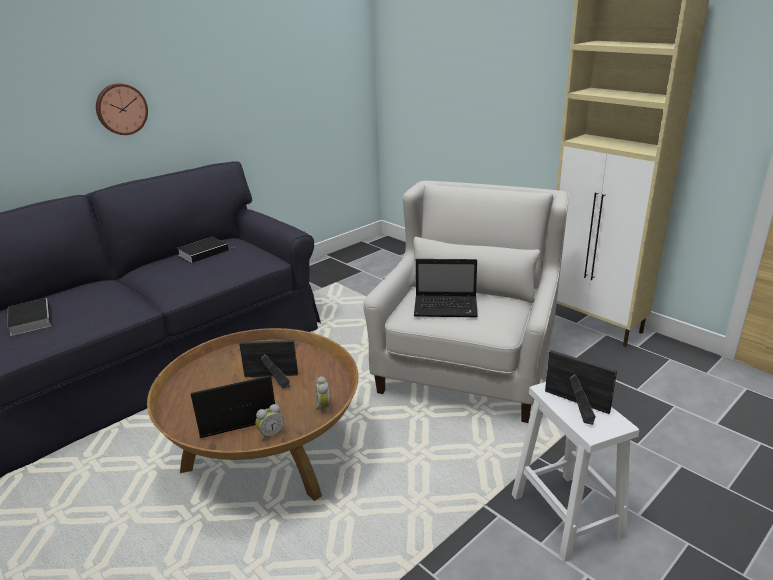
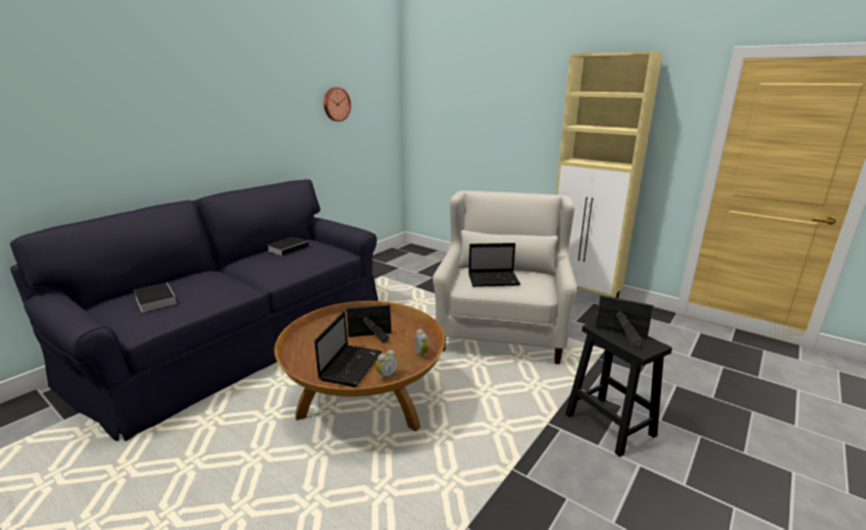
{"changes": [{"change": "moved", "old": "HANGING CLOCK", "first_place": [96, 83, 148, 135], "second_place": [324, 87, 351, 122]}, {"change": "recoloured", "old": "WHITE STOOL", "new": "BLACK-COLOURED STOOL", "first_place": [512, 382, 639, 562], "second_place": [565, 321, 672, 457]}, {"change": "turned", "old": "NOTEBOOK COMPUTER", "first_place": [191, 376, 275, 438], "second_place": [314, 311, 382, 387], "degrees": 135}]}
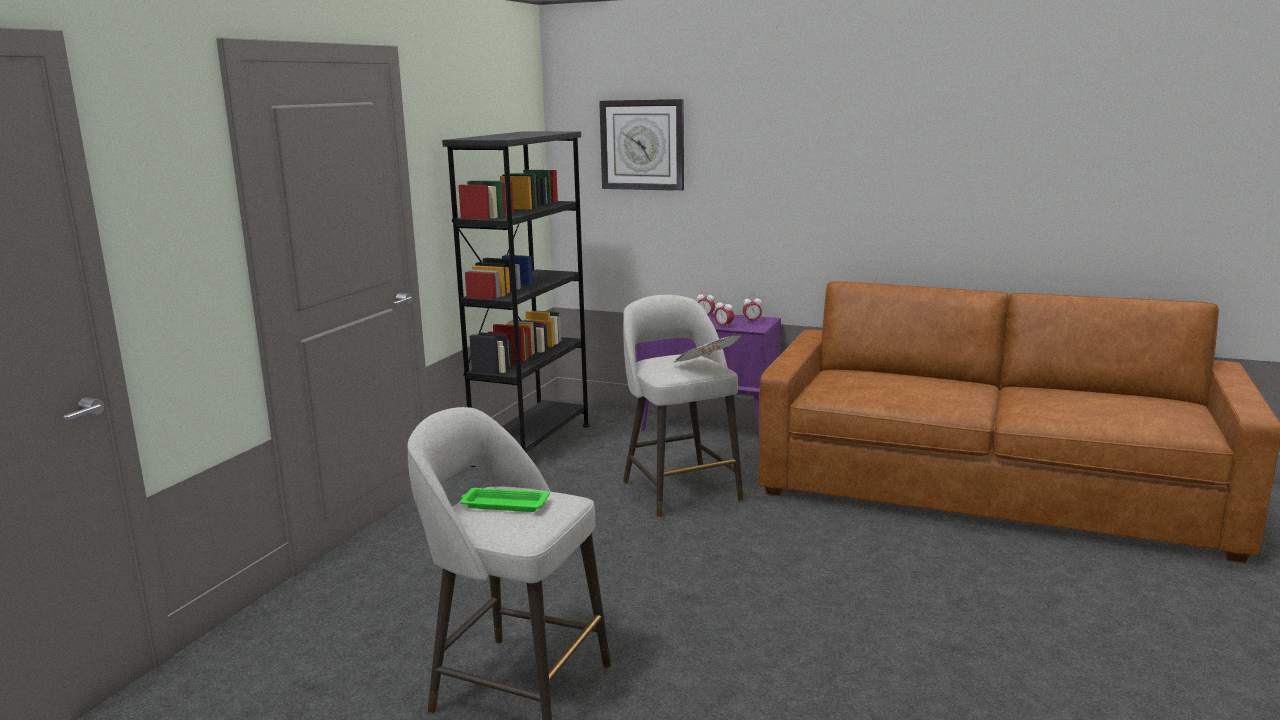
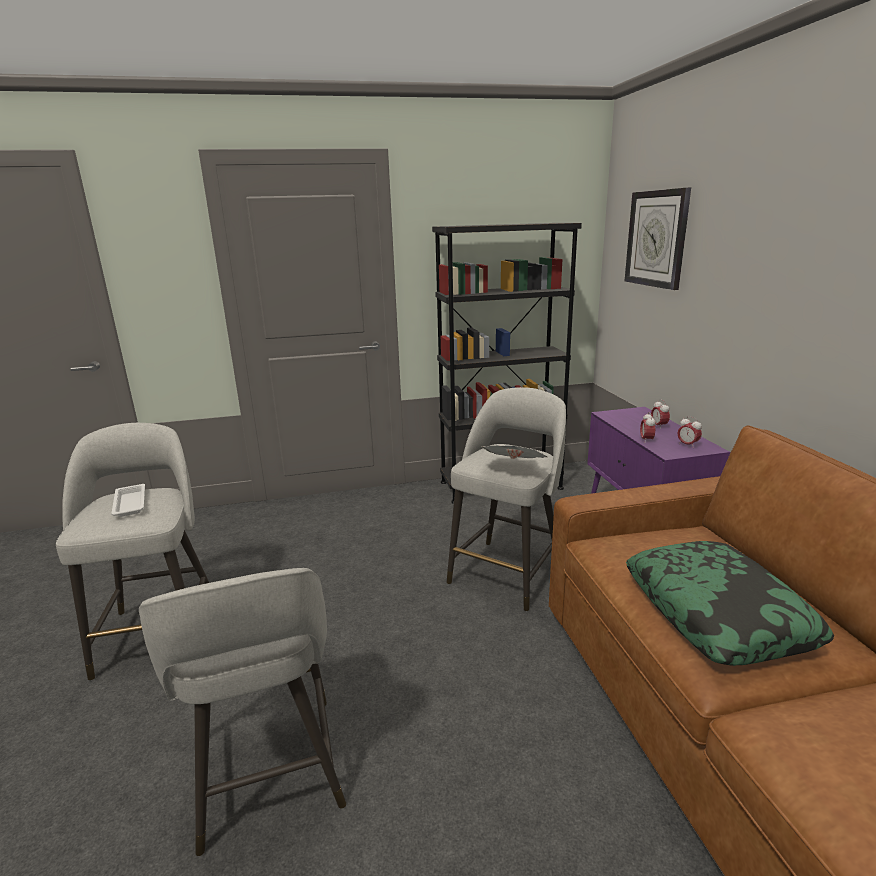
{"changes": [{"change": "added", "new": "GREYISH STOOL", "second_place": [139, 568, 346, 856]}, {"change": "added", "new": "CUSHION", "second_place": [626, 541, 834, 666]}, {"change": "recoloured", "old": "GREEN-COLOURED CARRYING TRAY", "new": "WHITE CARRYING TRAY", "first_place": [460, 488, 550, 512], "second_place": [111, 484, 145, 517]}]}
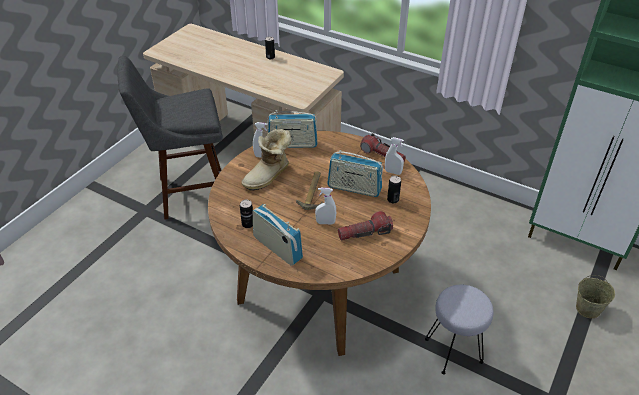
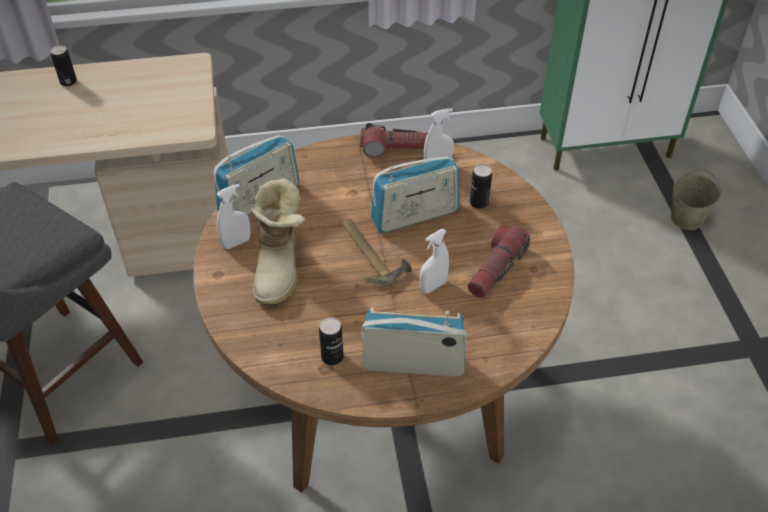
{"changes": [{"change": "removed", "old": "GREYISH STOOL", "first_place": [425, 285, 494, 375]}]}
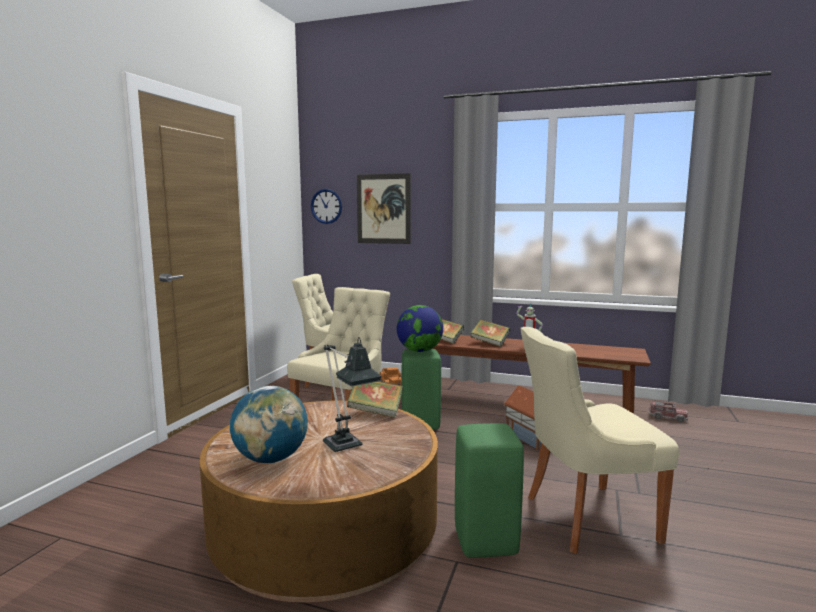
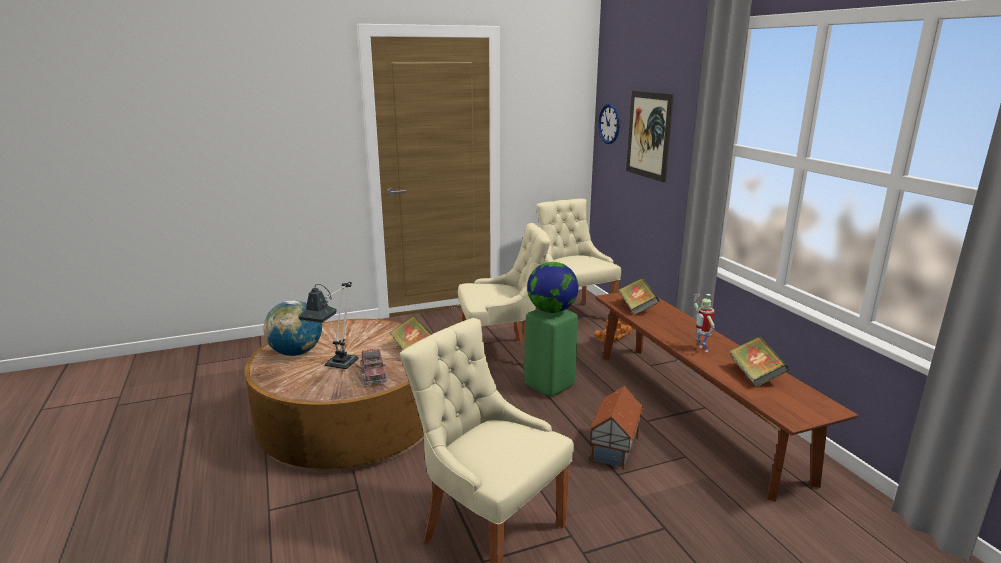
{"changes": [{"change": "removed", "old": "GREEN-COLOURED STOOL", "first_place": [455, 423, 524, 558]}, {"change": "moved", "old": "BOUND BOOK", "first_place": [471, 319, 510, 347], "second_place": [729, 336, 789, 387]}, {"change": "moved", "old": "MODEL TRUCK", "first_place": [648, 400, 688, 422], "second_place": [360, 348, 387, 385]}]}
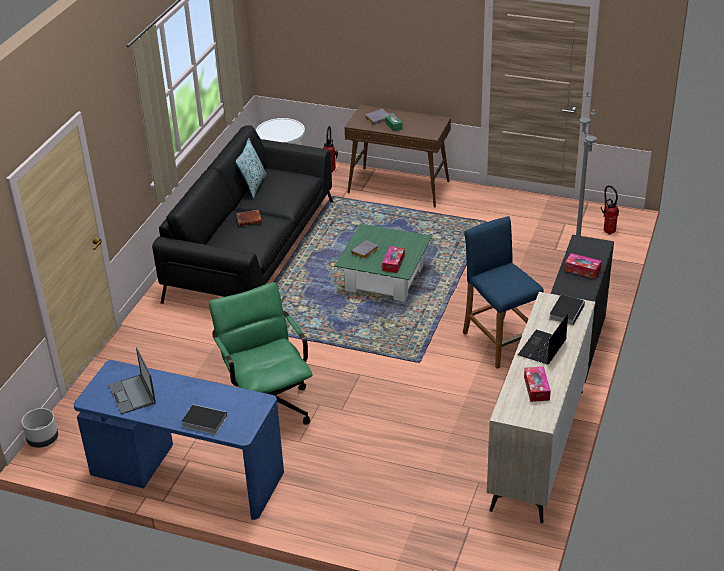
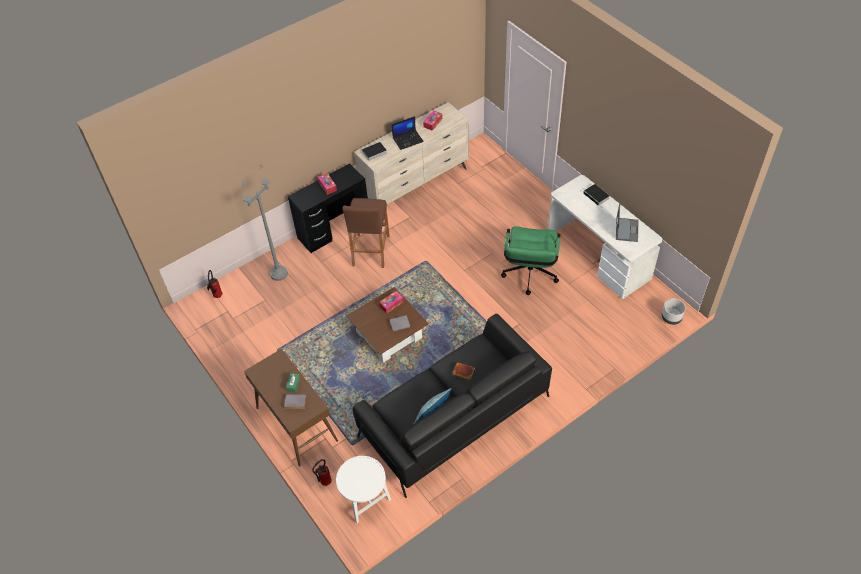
{"changes": [{"change": "recoloured", "old": "BLUE-COLOURED DESK", "new": "WHITE DESK", "first_place": [74, 360, 284, 520], "second_place": [548, 175, 662, 299]}, {"change": "recoloured", "old": "GREEN-COLOURED LOW TABLE", "new": "BROWN-COLOURED LOW TABLE", "first_place": [334, 224, 432, 302], "second_place": [346, 287, 429, 363]}, {"change": "recoloured", "old": "BLUE-COLOURED STOOL", "new": "BROWN-COLOURED STOOL", "first_place": [463, 216, 544, 369], "second_place": [343, 198, 390, 268]}]}
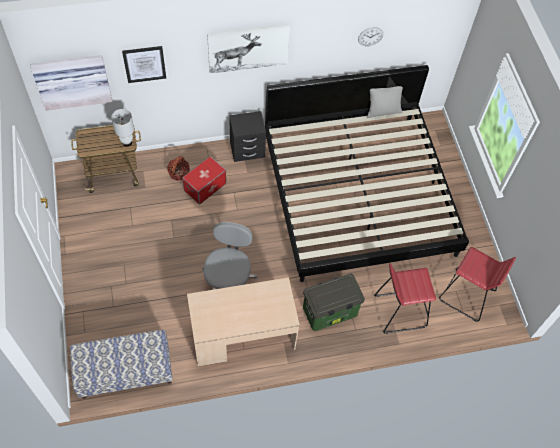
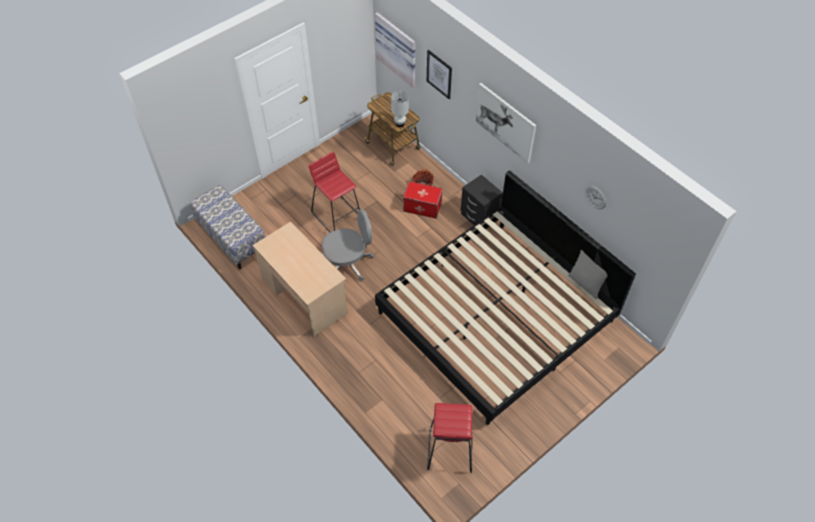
{"changes": [{"change": "removed", "old": "STORAGE BOX", "first_place": [303, 273, 365, 331]}, {"change": "moved", "old": "REDDISH STOOL", "first_place": [374, 263, 436, 334], "second_place": [309, 152, 360, 232]}]}
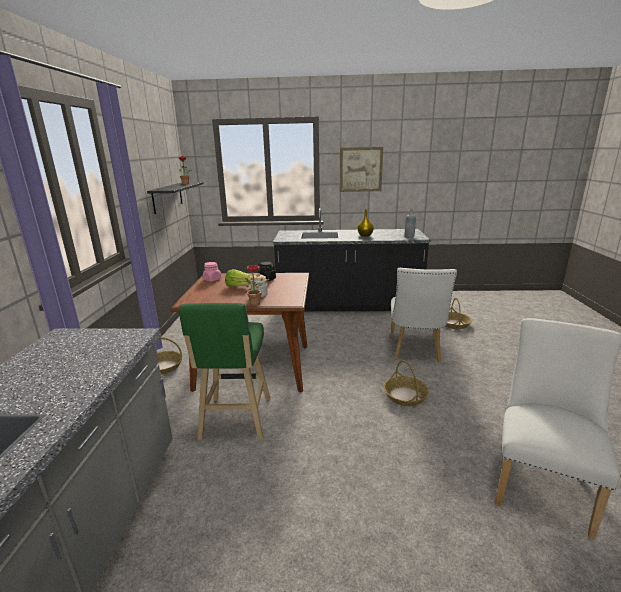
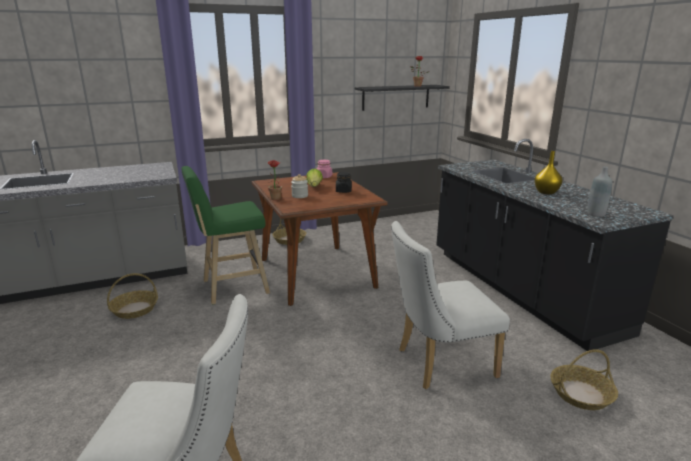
{"changes": [{"change": "removed", "old": "WALL PICTURE", "first_place": [340, 147, 383, 192]}, {"change": "moved", "old": "HOUSEHOLD BASKET", "first_place": [383, 360, 429, 406], "second_place": [107, 273, 158, 319]}]}
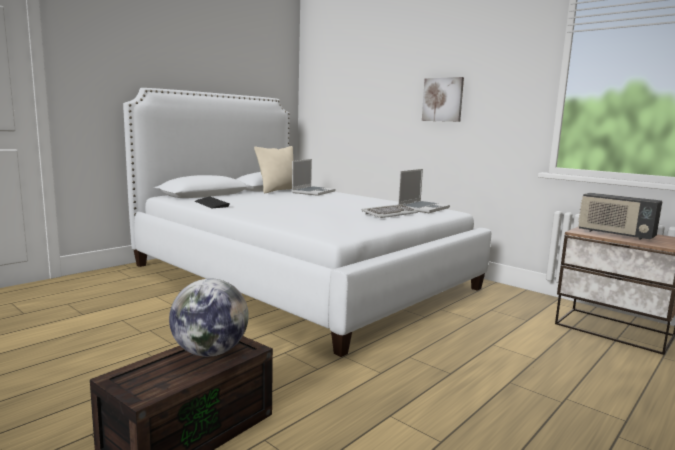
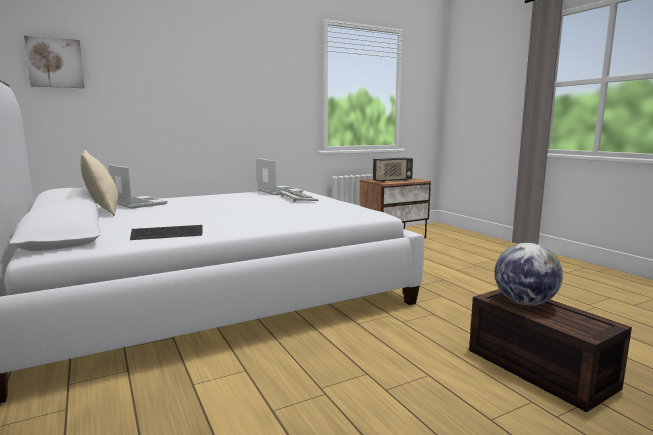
{"changes": [{"change": "moved", "old": "WALL PICTURE", "first_place": [422, 77, 464, 122], "second_place": [24, 36, 85, 88]}]}
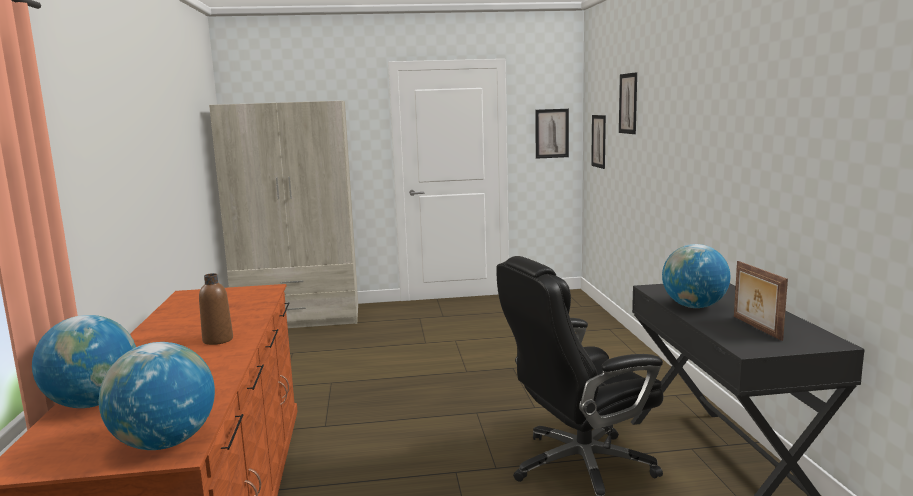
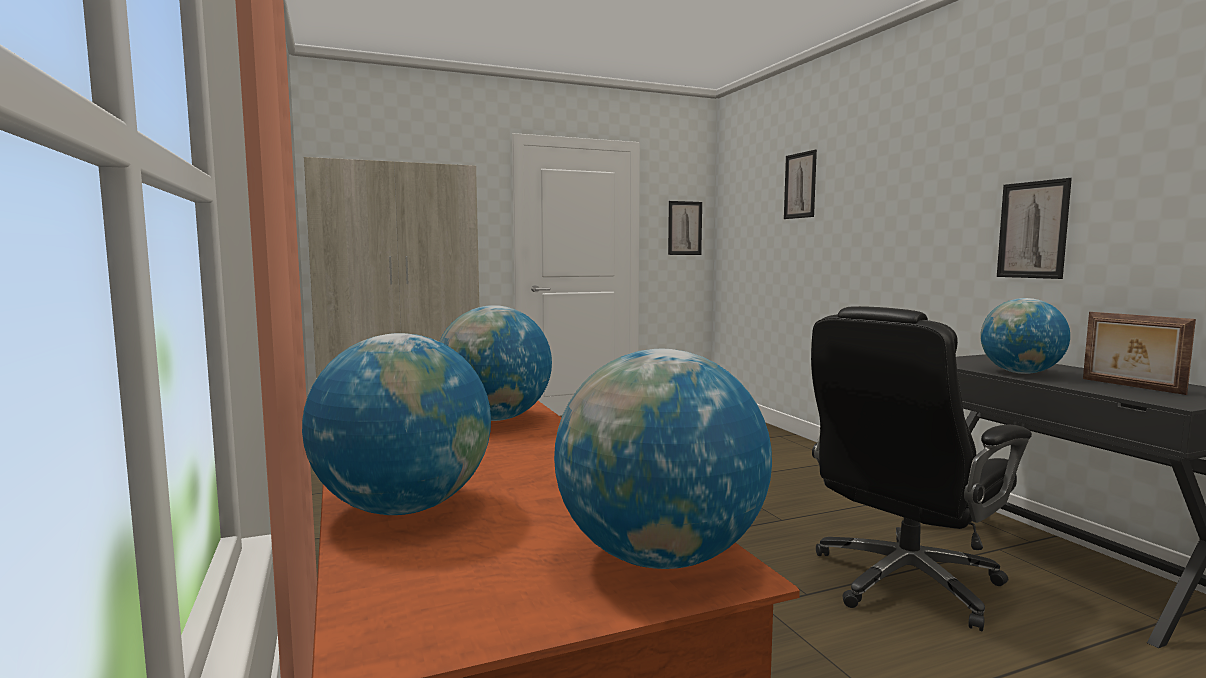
{"changes": [{"change": "moved", "old": "WALL PICTURE", "first_place": [591, 115, 606, 169], "second_place": [997, 178, 1072, 279]}, {"change": "replaced", "old": "BROWN-COLOURED DRINK BOTTLE", "new": "GLOBE", "first_place": [199, 273, 233, 345], "second_place": [439, 305, 552, 421]}]}
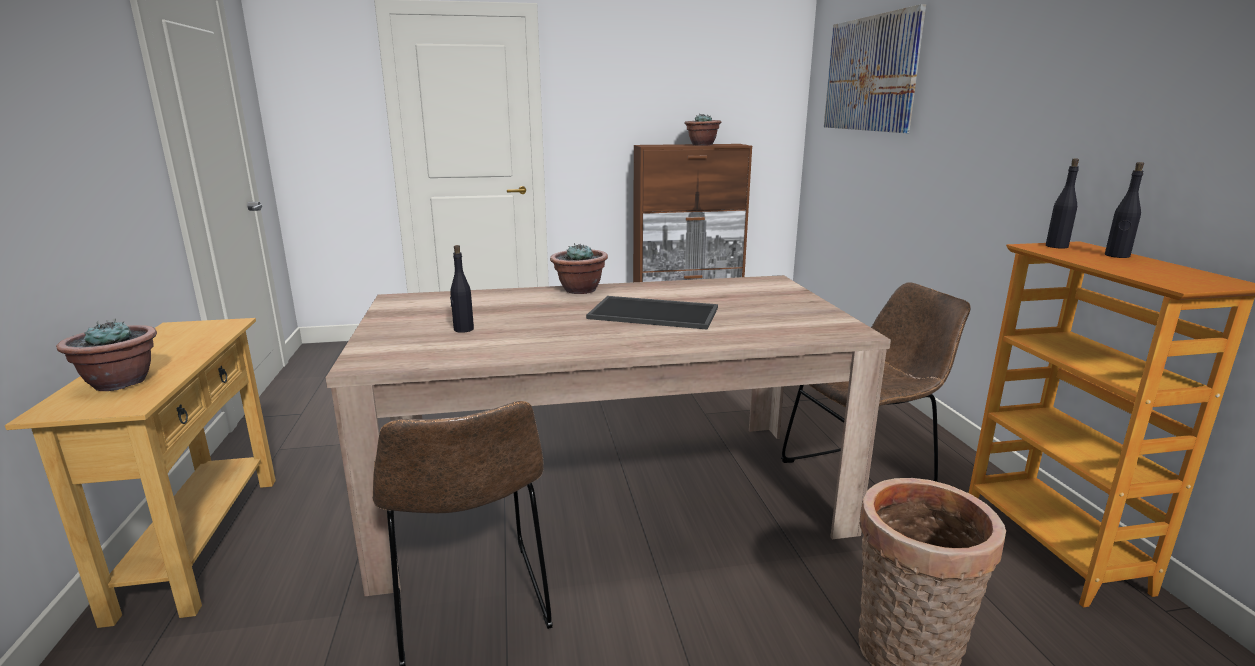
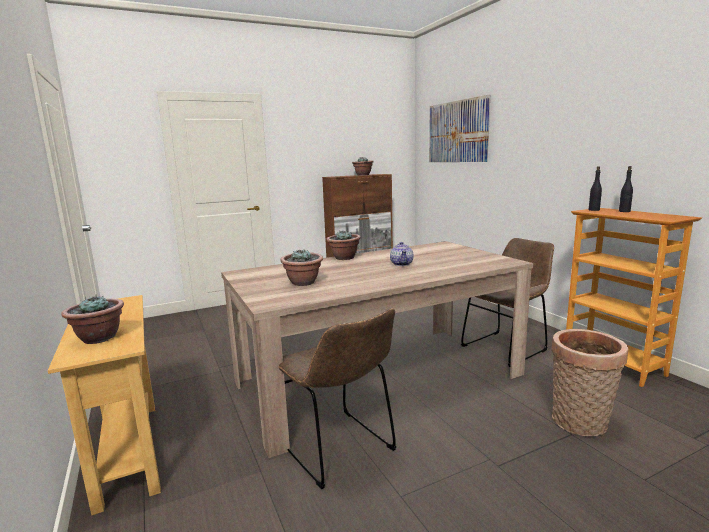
{"changes": [{"change": "replaced", "old": "BLACK-COLOURED DRINK BOTTLE", "new": "HOUSEPLANT", "first_place": [450, 245, 474, 333], "second_place": [280, 249, 323, 286]}, {"change": "replaced", "old": "CARRYING TRAY", "new": "TEA POT", "first_place": [586, 296, 718, 330], "second_place": [390, 242, 413, 266]}]}
